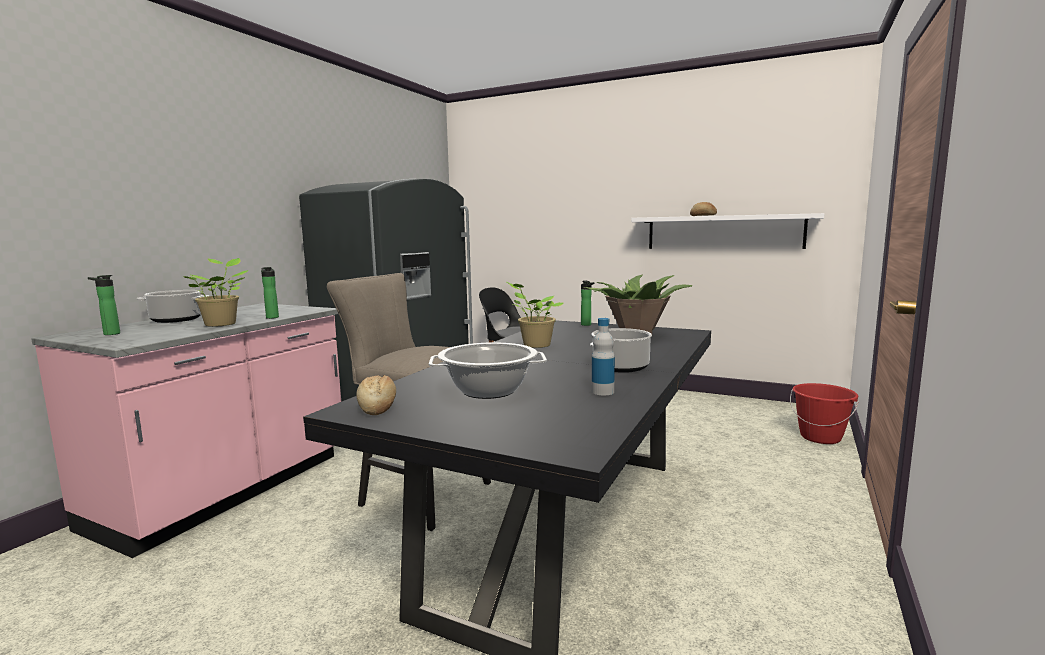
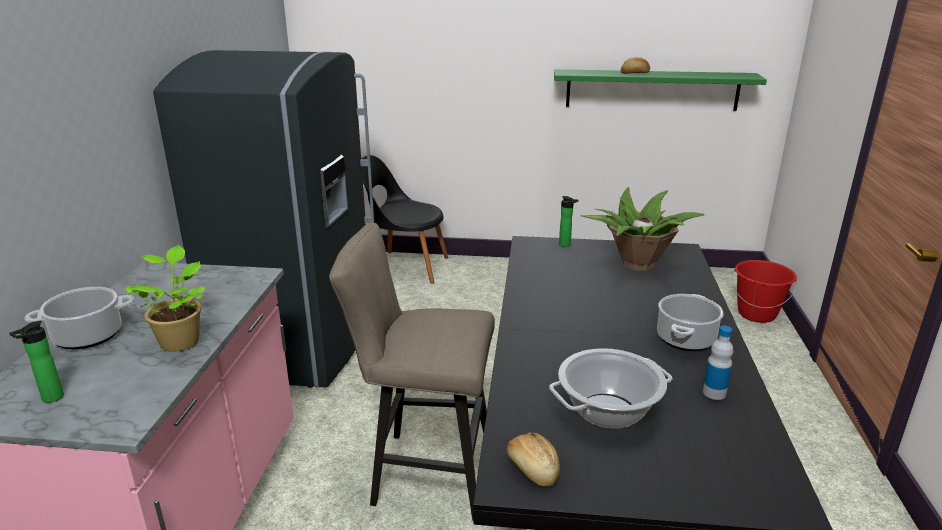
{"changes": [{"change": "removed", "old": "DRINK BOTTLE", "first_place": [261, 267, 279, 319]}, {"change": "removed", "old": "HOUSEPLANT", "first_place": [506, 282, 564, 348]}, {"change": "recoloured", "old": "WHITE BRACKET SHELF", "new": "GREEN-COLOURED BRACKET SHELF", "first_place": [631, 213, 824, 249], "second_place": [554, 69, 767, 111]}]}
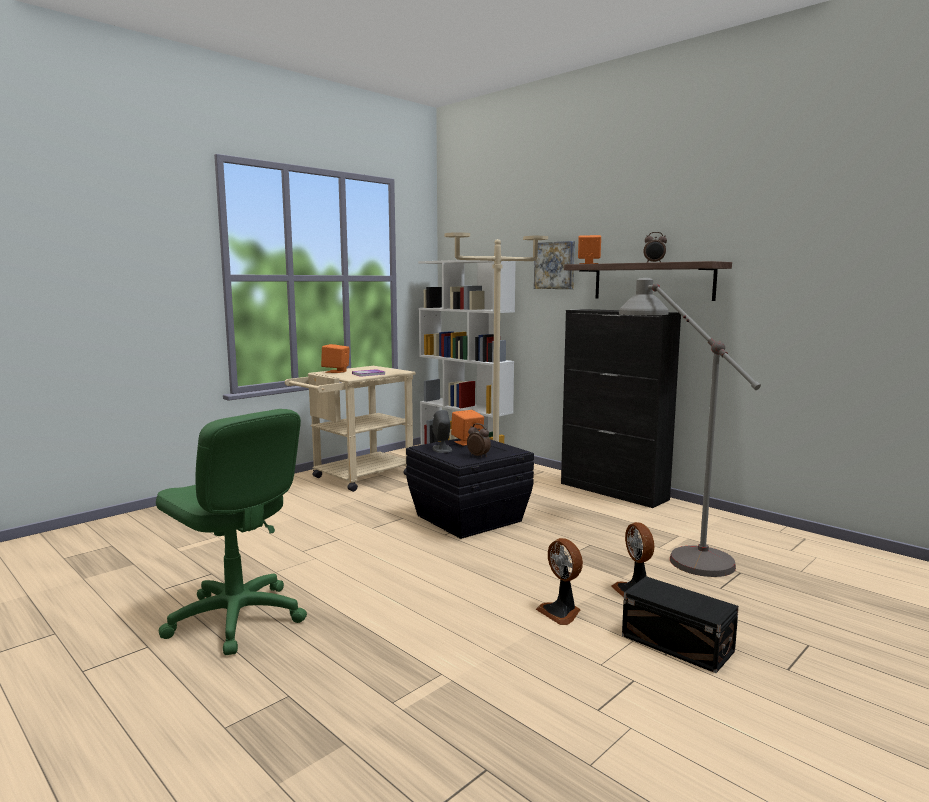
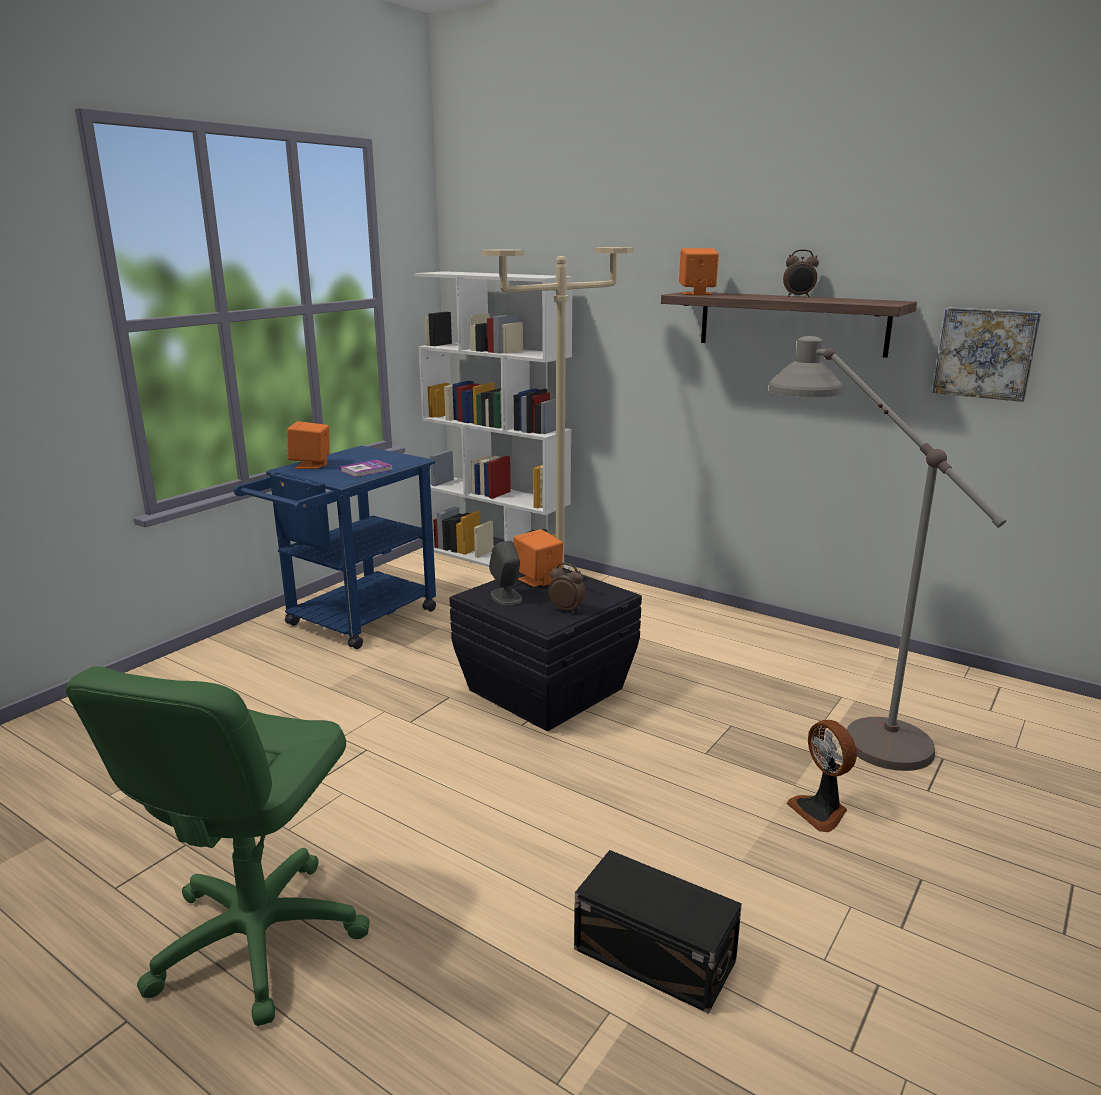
{"changes": [{"change": "removed", "old": "COOLING FAN", "first_place": [536, 538, 583, 625]}, {"change": "removed", "old": "BLACK-COLOURED STORAGE CABINET", "first_place": [561, 309, 681, 508]}, {"change": "moved", "old": "WALL PICTURE", "first_place": [534, 241, 575, 289], "second_place": [933, 307, 1042, 402]}, {"change": "moved", "old": "BLACK-COLOURED STORAGE BOX", "first_place": [622, 576, 739, 673], "second_place": [574, 850, 742, 1014]}, {"change": "recoloured", "old": "BEIGE-COLOURED TROLLEY", "new": "BLUE-COLOURED TROLLEY", "first_place": [285, 366, 416, 492], "second_place": [234, 446, 436, 649]}, {"change": "turned", "old": "GREEN-COLOURED COMPUTER CHAIR", "first_place": [156, 409, 307, 655], "second_place": [66, 666, 370, 1026], "degrees": 75}]}
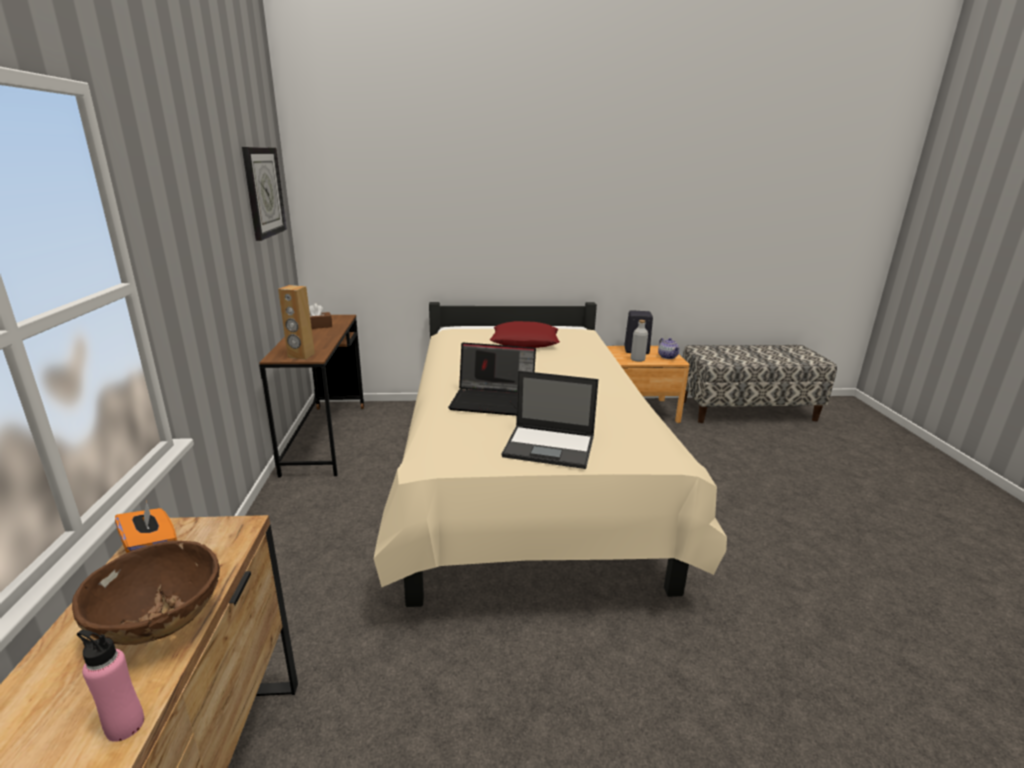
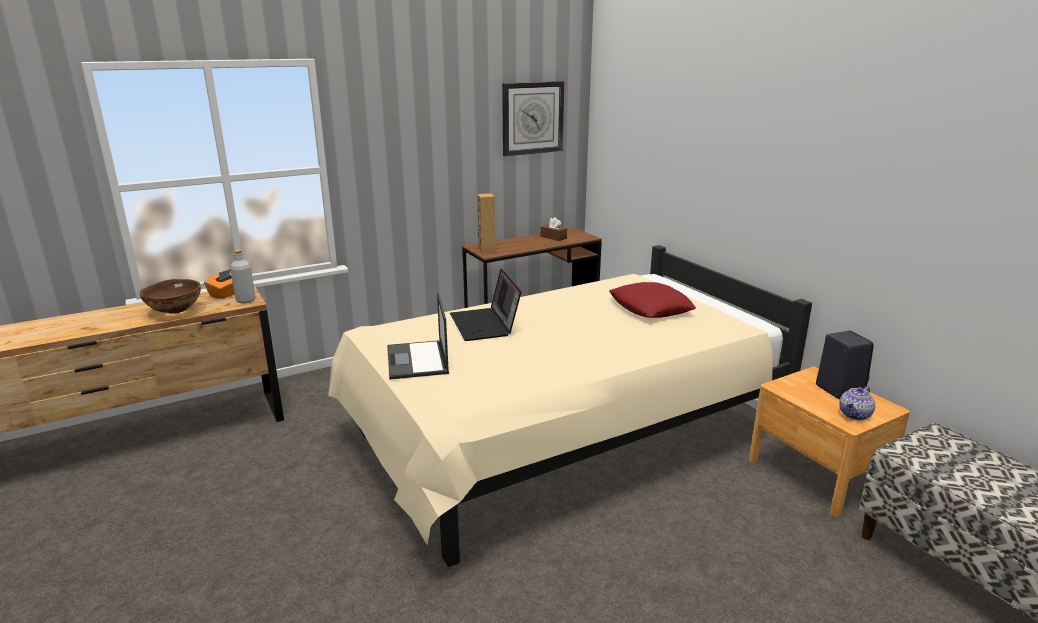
{"changes": [{"change": "removed", "old": "PINKISH DRINK BOTTLE", "first_place": [77, 630, 144, 742]}, {"change": "moved", "old": "GREYISH DRINK BOTTLE", "first_place": [631, 320, 648, 362], "second_place": [230, 249, 256, 304]}]}
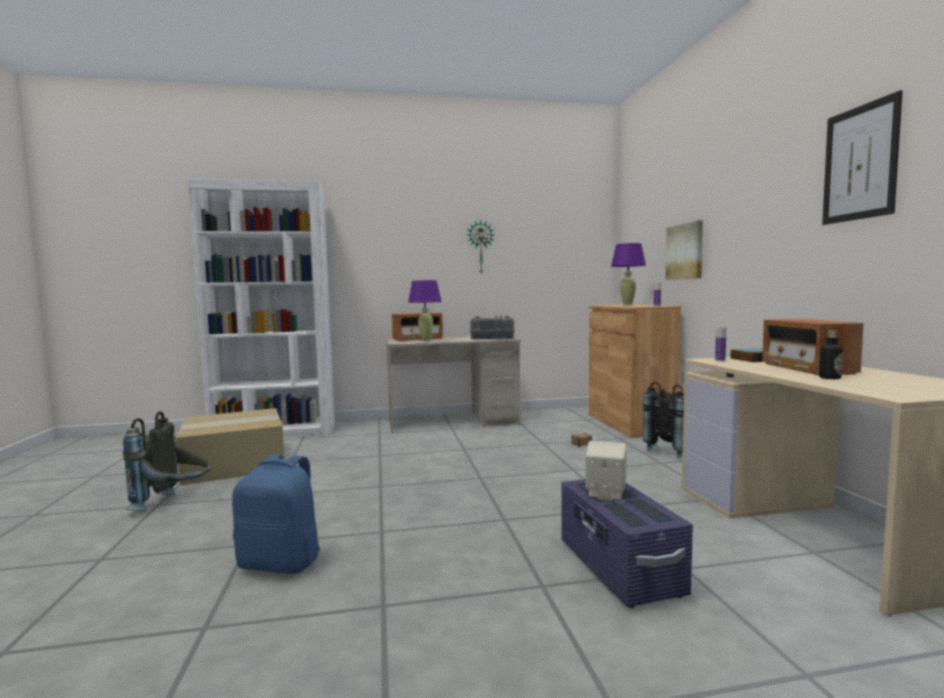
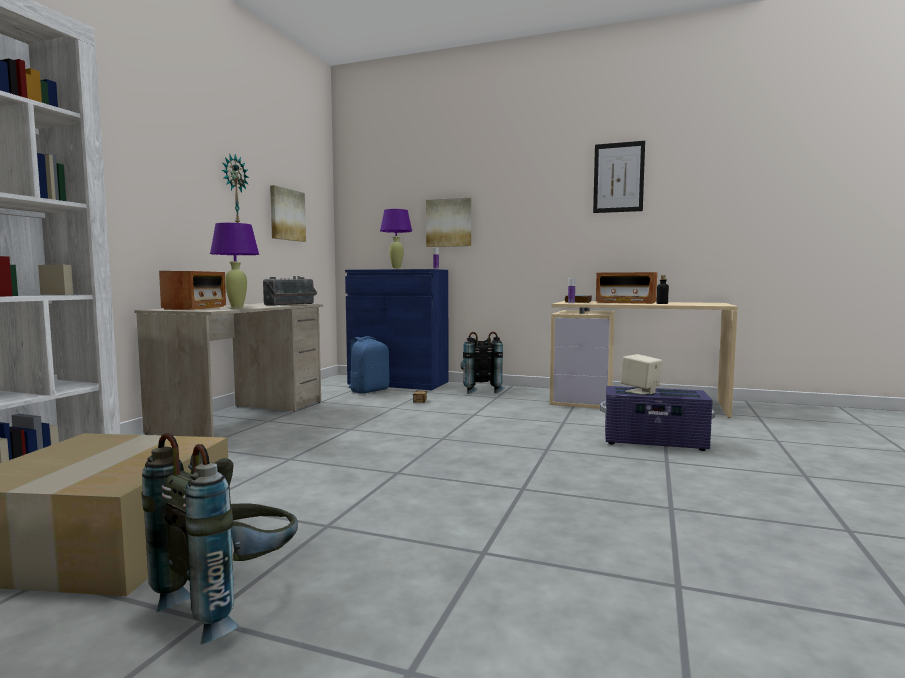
{"changes": [{"change": "added", "new": "WALL PICTURE", "second_place": [270, 185, 306, 242]}, {"change": "moved", "old": "BLUE-COLOURED KNAPSACK", "first_place": [232, 454, 320, 574], "second_place": [348, 336, 390, 394]}, {"change": "recoloured", "old": "BROWN-COLOURED STORAGE CABINET", "new": "BLUE-COLOURED STORAGE CABINET", "first_place": [589, 305, 681, 438], "second_place": [345, 269, 448, 390]}]}
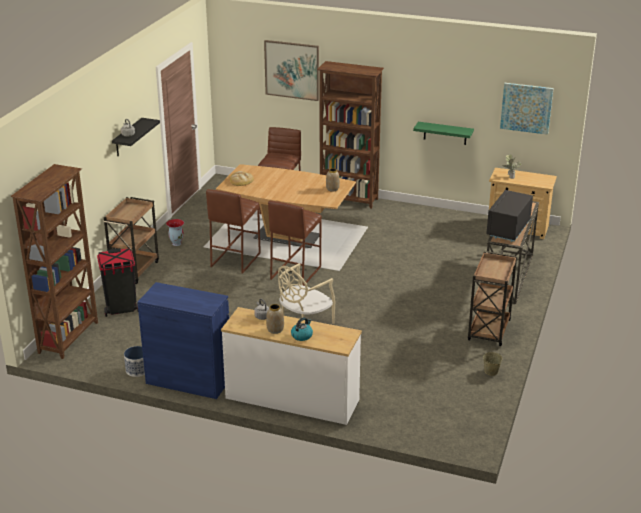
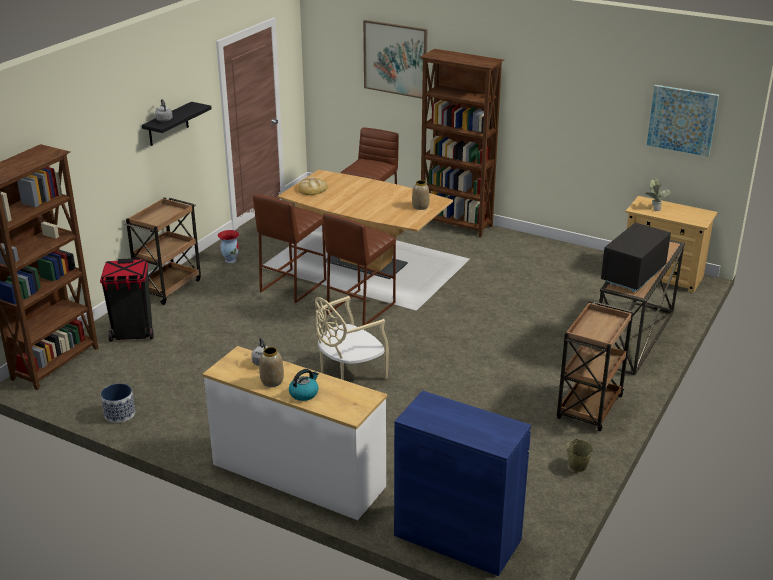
{"changes": [{"change": "removed", "old": "GREEN-COLOURED BRACKET SHELF", "first_place": [413, 122, 474, 145]}, {"change": "moved", "old": "BLUE-COLOURED STORAGE CABINET", "first_place": [138, 282, 229, 399], "second_place": [394, 390, 531, 576]}]}
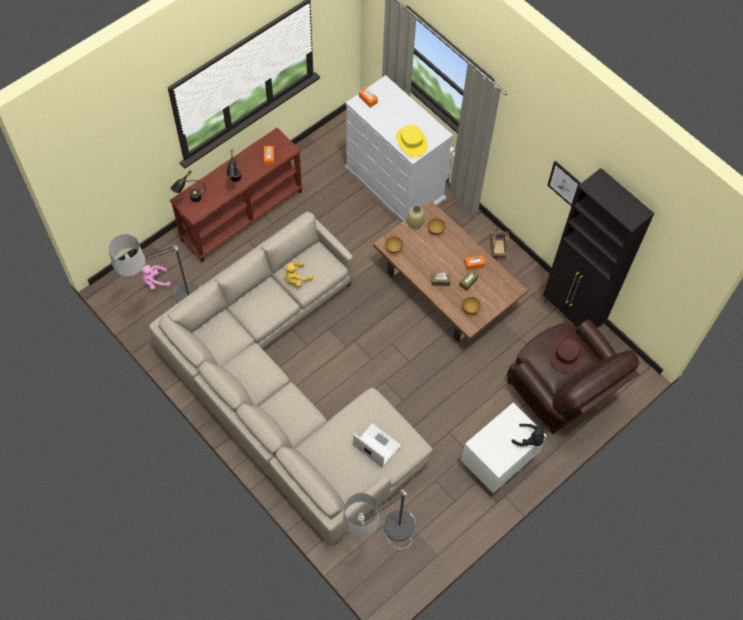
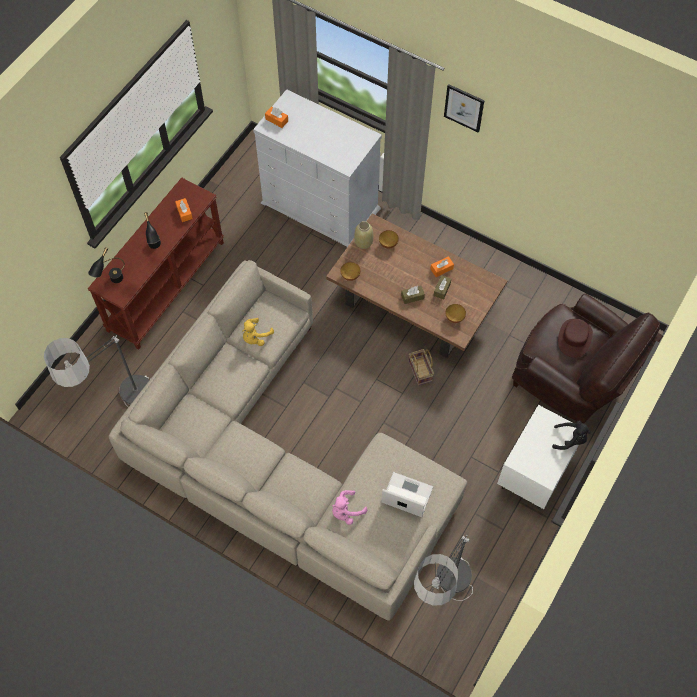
{"changes": [{"change": "removed", "old": "YELLOWISH CLOTHING HAT", "first_place": [396, 125, 428, 157]}, {"change": "removed", "old": "BLACK-COLOURED STORAGE CABINET", "first_place": [543, 168, 654, 328]}, {"change": "moved", "old": "PINKISH CUDDLY TOY", "first_place": [141, 265, 171, 290], "second_place": [332, 490, 367, 525]}, {"change": "moved", "old": "HOUSEHOLD BASKET", "first_place": [491, 231, 509, 260], "second_place": [408, 349, 434, 385]}, {"change": "moved", "old": "WALL PICTURE", "first_place": [548, 161, 581, 206], "second_place": [444, 84, 485, 132]}]}
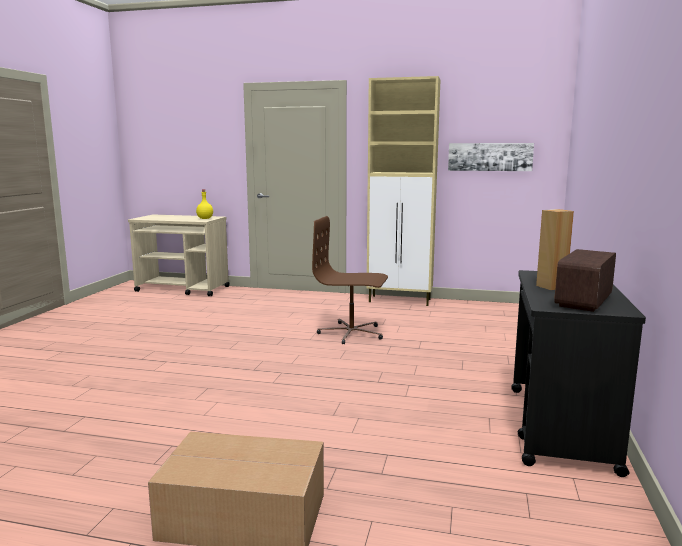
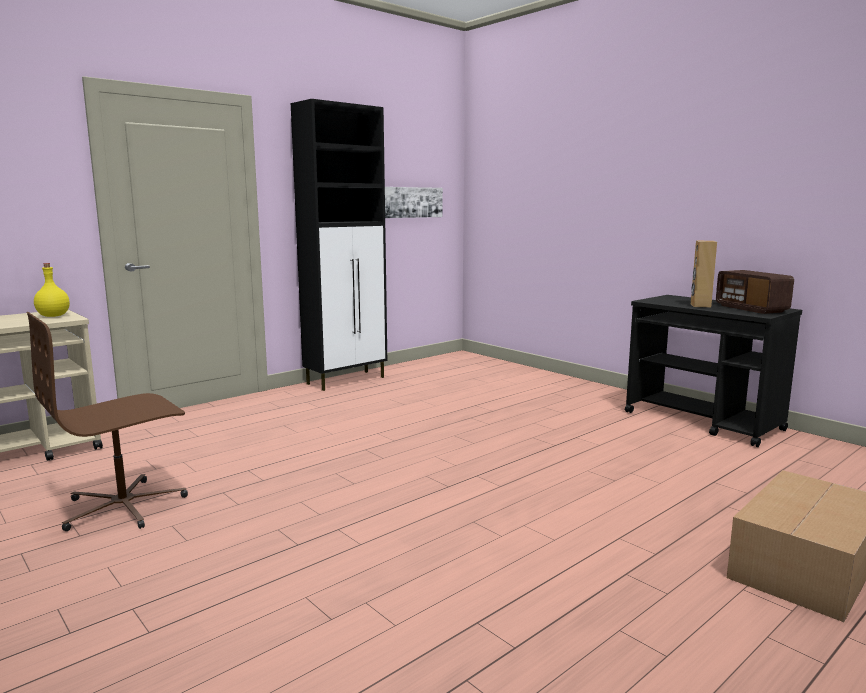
{"changes": [{"change": "moved", "old": "BROWN-COLOURED COMPUTER CHAIR", "first_place": [312, 216, 388, 344], "second_place": [27, 312, 188, 531]}, {"change": "recoloured", "old": "BEIGE-COLOURED STORAGE CABINET", "new": "BLACK-COLOURED STORAGE CABINET", "first_place": [367, 76, 440, 306], "second_place": [291, 99, 387, 391]}]}
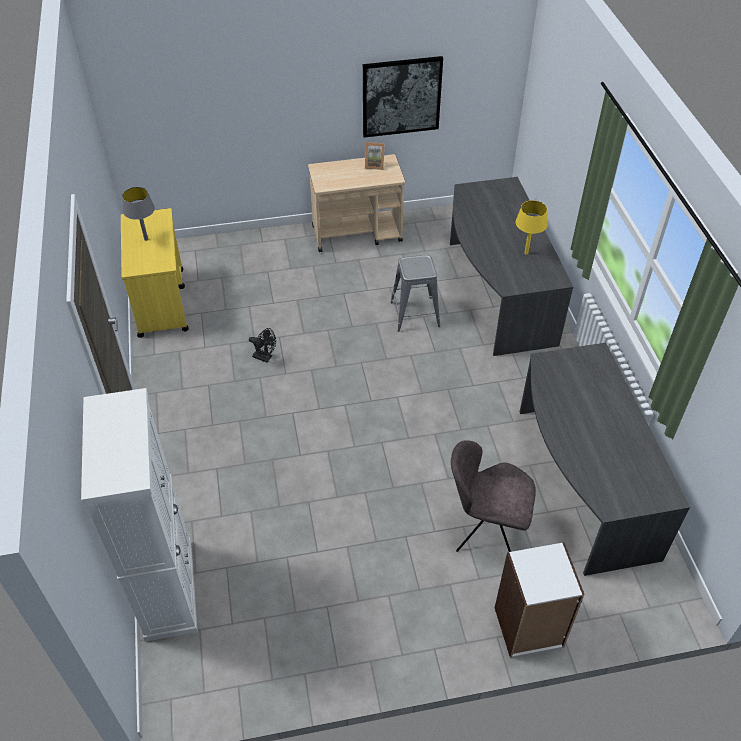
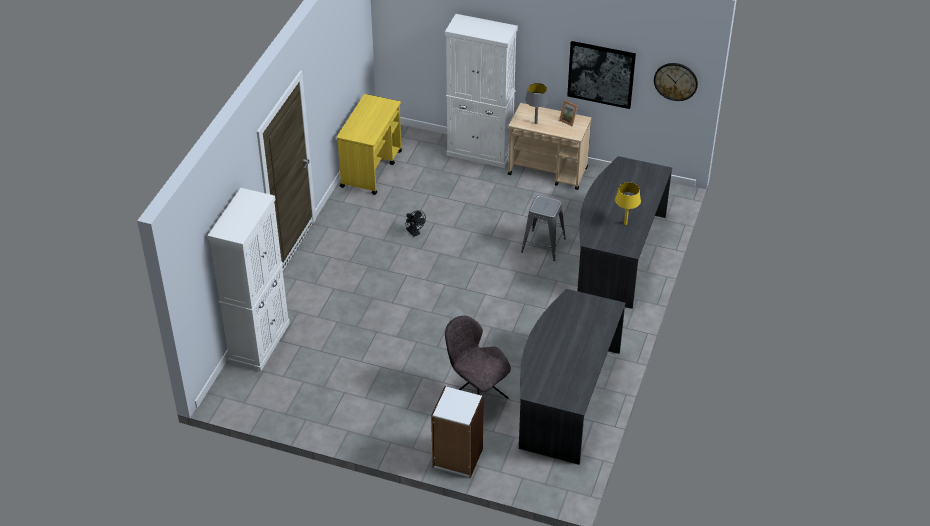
{"changes": [{"change": "added", "new": "WHITE STORAGE CABINET", "second_place": [445, 14, 518, 168]}, {"change": "added", "new": "HANGING CLOCK", "second_place": [654, 63, 698, 101]}, {"change": "moved", "old": "GREYISH TABLE LAMP", "first_place": [122, 187, 155, 241], "second_place": [525, 83, 549, 124]}]}
